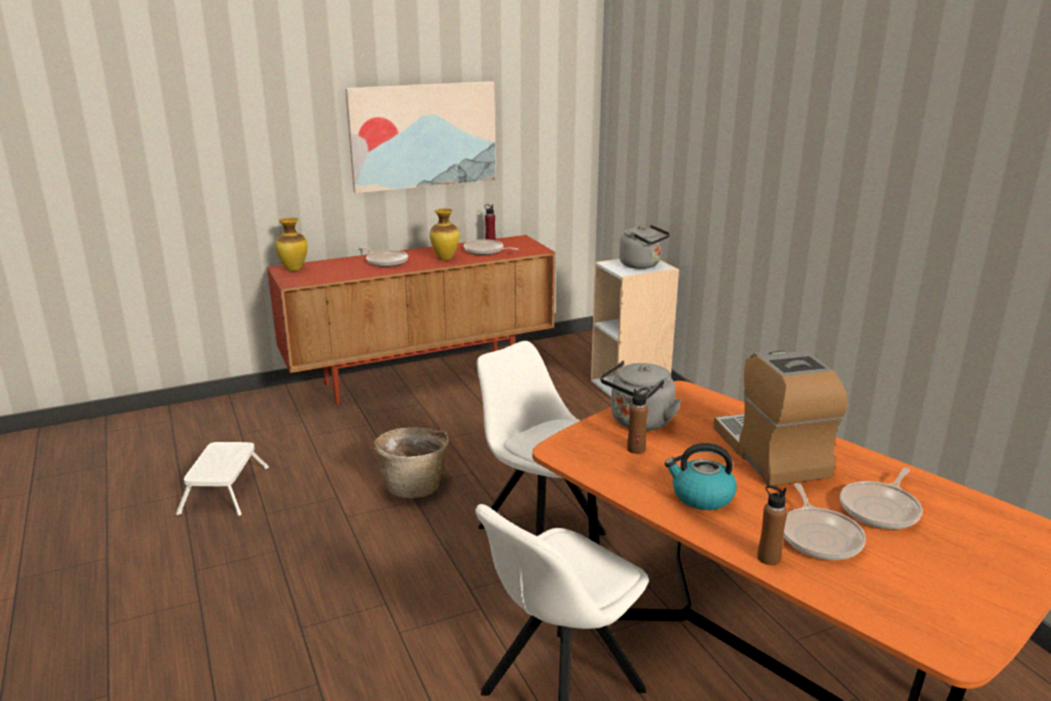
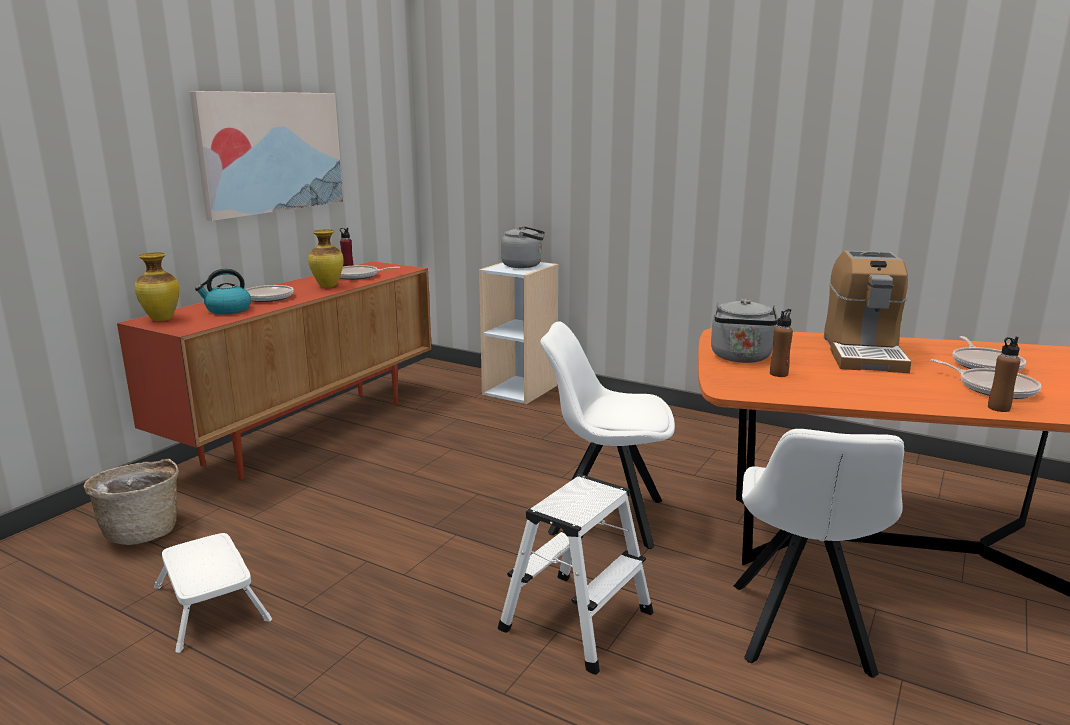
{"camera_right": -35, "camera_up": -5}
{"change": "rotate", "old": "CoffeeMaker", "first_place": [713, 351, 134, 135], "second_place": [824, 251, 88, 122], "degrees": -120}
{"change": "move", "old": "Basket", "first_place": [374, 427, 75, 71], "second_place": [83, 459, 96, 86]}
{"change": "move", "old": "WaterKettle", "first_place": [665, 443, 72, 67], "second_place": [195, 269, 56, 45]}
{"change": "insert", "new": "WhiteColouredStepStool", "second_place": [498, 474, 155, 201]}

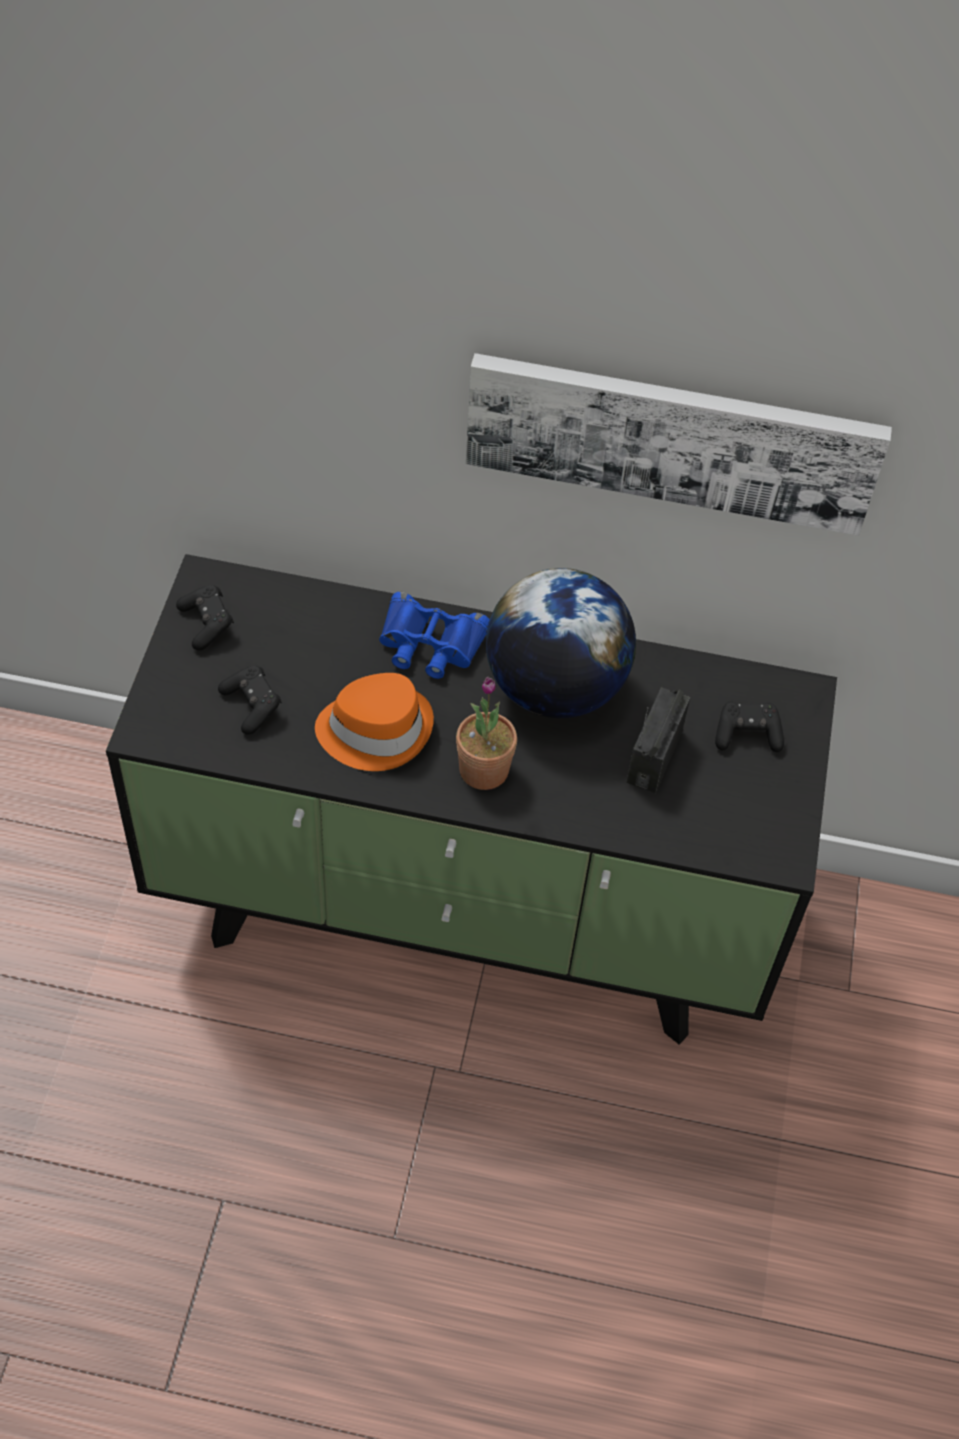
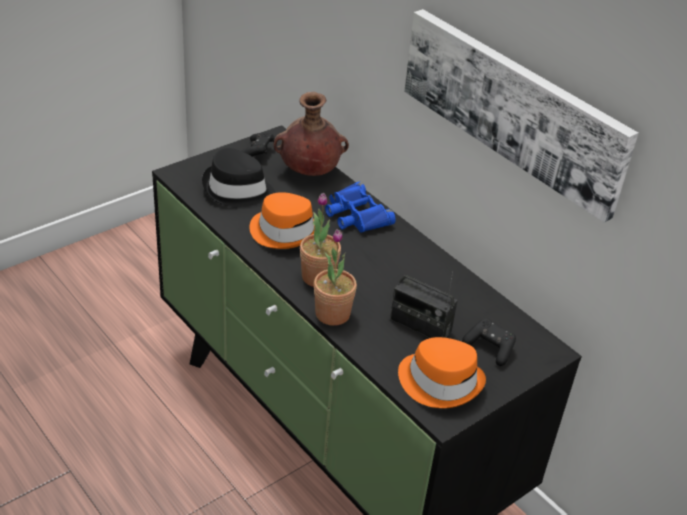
{"camera_right": 40, "camera_up": -15}
{"change": "delete", "old": "DeskGlobe", "first_place": [486, 568, 150, 150]}
{"change": "replace", "old": "BlackColouredGameController", "new": "BlackColouredHat", "first_place": [218, 666, 64, 69], "second_place": [202, 148, 73, 61]}
{"change": "rotate", "old": "Radio", "first_place": [626, 687, 64, 106], "second_place": [390, 272, 68, 66], "degrees": -120}
{"change": "insert", "new": "BrownColouredDecorativeVase", "second_place": [274, 92, 75, 84]}
{"change": "insert", "new": "PlantInAPot", "second_place": [314, 229, 43, 97]}
{"change": "insert", "new": "OrangeyHat", "second_place": [398, 337, 88, 71]}

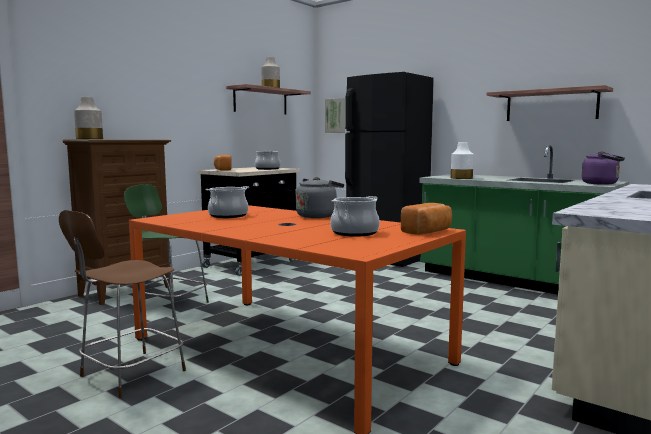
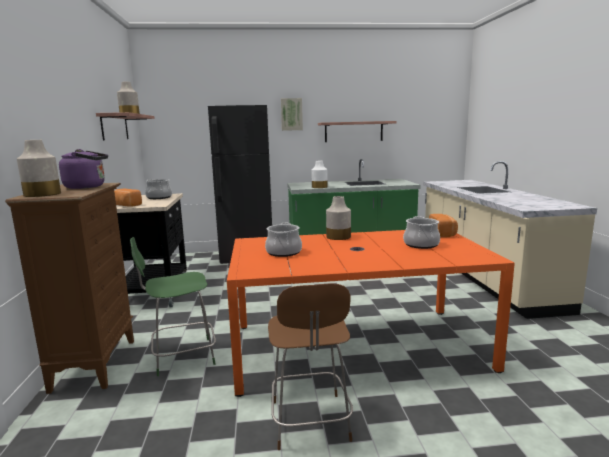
{"camera_right": -45, "camera_up": 5}
{"change": "move", "old": "Picture", "first_place": [325, 98, 20, 35], "second_place": [281, 98, 22, 33]}
{"change": "move", "old": "PurplishWaterKettle", "first_place": [582, 151, 43, 34], "second_place": [59, 149, 49, 40]}
{"change": "replace", "old": "GreyishWaterKettle", "new": "SandColouredDecorativeVase", "first_place": [295, 177, 49, 41], "second_place": [326, 196, 25, 44]}

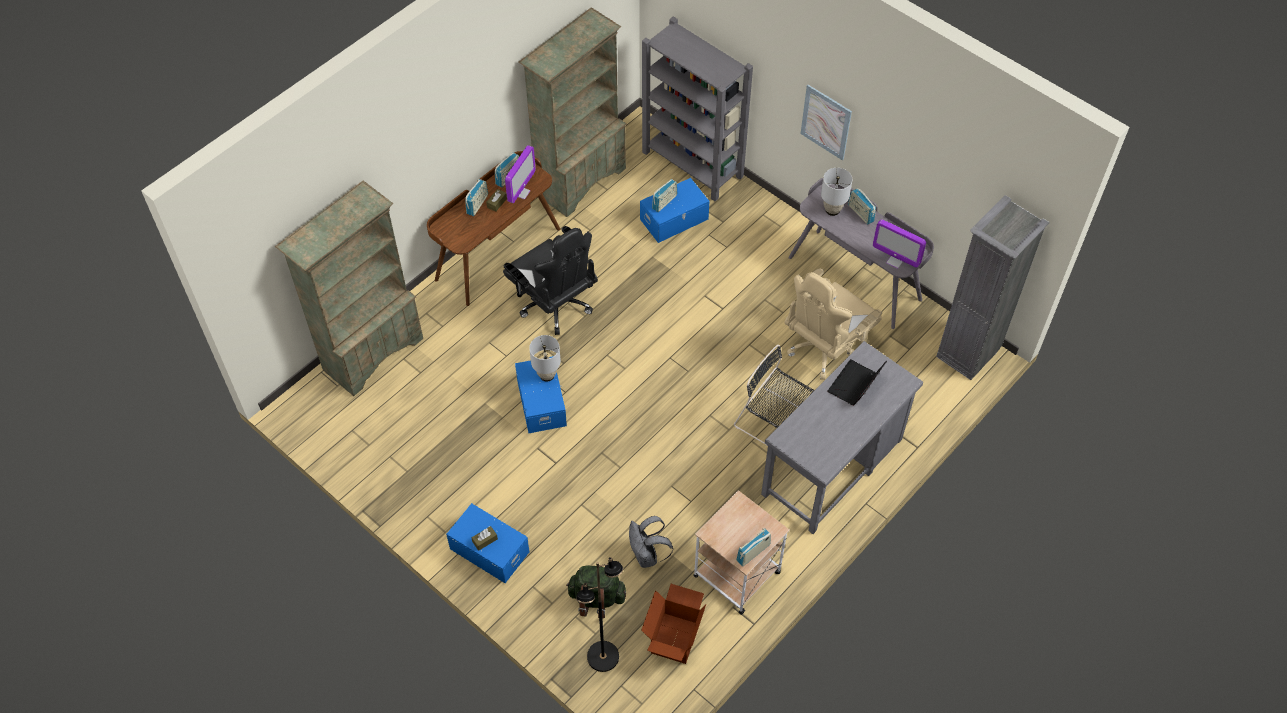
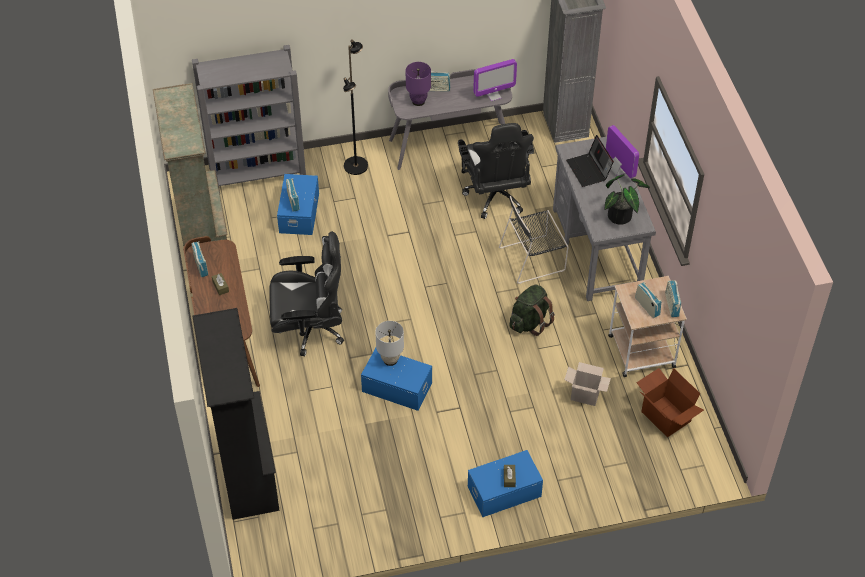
{"camera_right": -55, "camera_up": -5}
{"change": "delete", "old": "Picture", "first_place": [801, 84, 51, 77]}
{"change": "move", "old": "ComputerScreen", "first_place": [505, 145, 31, 58], "second_place": [606, 125, 33, 53]}
{"change": "recolor", "old": "WhiteColouredTabletopLamp", "new": "PurplishTabletopLamp", "first_place": [821, 168, 31, 48], "second_place": [406, 62, 25, 44]}
{"change": "move", "old": "Radio", "first_place": [465, 179, 23, 37], "second_place": [635, 282, 26, 36]}
{"change": "recolor", "old": "GreenColouredShelvingUnit", "new": "BlackColouredShelvingUnit", "first_place": [275, 181, 148, 215], "second_place": [193, 308, 87, 212]}
{"change": "recolor", "old": "SandColouredComputerChair", "new": "BlackColouredComputerChair", "first_place": [785, 268, 97, 112], "second_place": [458, 123, 76, 96]}
{"change": "replace", "old": "GreyishKnapsack", "new": "CardboardBox", "first_place": [629, 516, 44, 52], "second_place": [564, 362, 47, 44]}
{"change": "move", "old": "BlackColouredFloorLamp", "first_place": [576, 557, 47, 115], "second_place": [343, 39, 25, 136]}
{"change": "move", "old": "GreenColouredKnapsack", "first_place": [566, 565, 60, 54], "second_place": [510, 284, 45, 52]}
{"change": "insert", "new": "PlantInAPot", "second_place": [604, 174, 46, 51]}

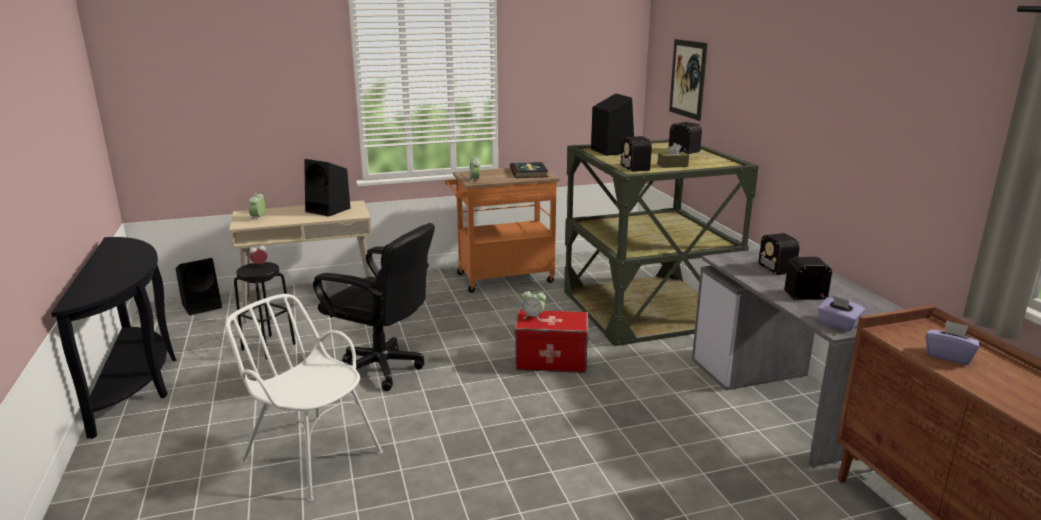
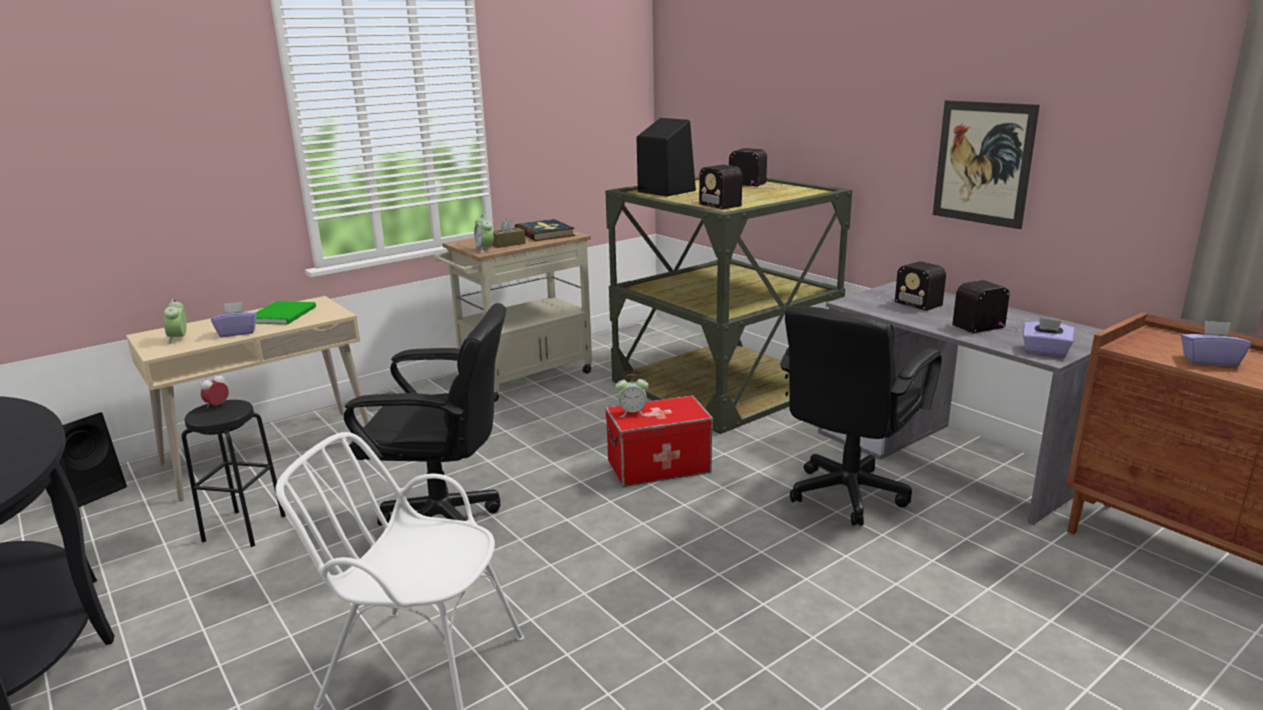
{"camera_right": -20, "camera_up": 0}
{"change": "move", "old": "Picture", "first_place": [669, 39, 38, 82], "second_place": [933, 100, 107, 129]}
{"change": "move", "old": "BrownColouredTissueHolder", "first_place": [657, 143, 32, 25], "second_place": [492, 218, 34, 30]}
{"change": "replace", "old": "BlackColouredSpeaker", "new": "GreenColouredBoundBook", "first_place": [304, 159, 46, 58], "second_place": [256, 301, 60, 23]}
{"change": "recolor", "old": "OrangeyCart", "new": "SandColouredCart", "first_place": [445, 168, 115, 125], "second_place": [434, 231, 158, 171]}
{"change": "insert", "new": "PurplishTissueHolder", "second_place": [211, 302, 46, 35]}
{"change": "insert", "new": "BlackColouredComputerChair", "second_place": [780, 306, 162, 220]}

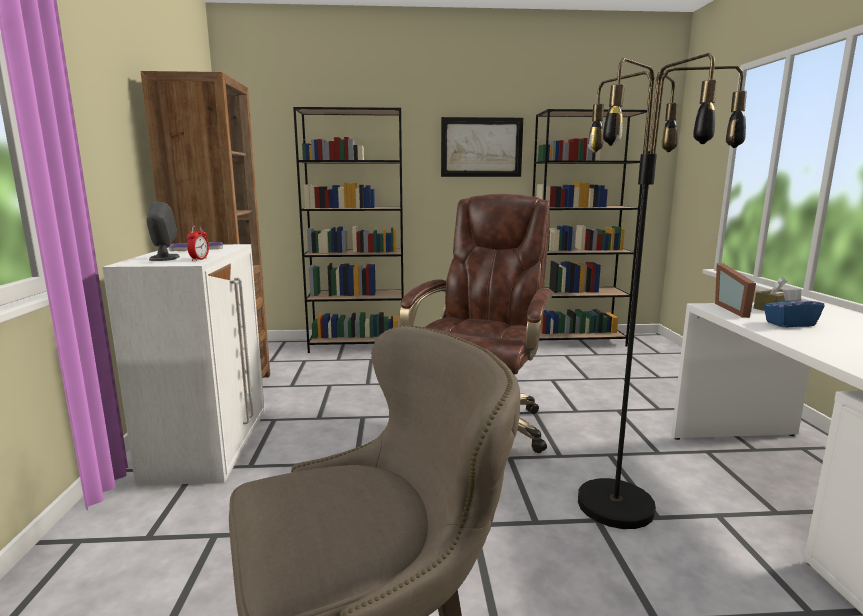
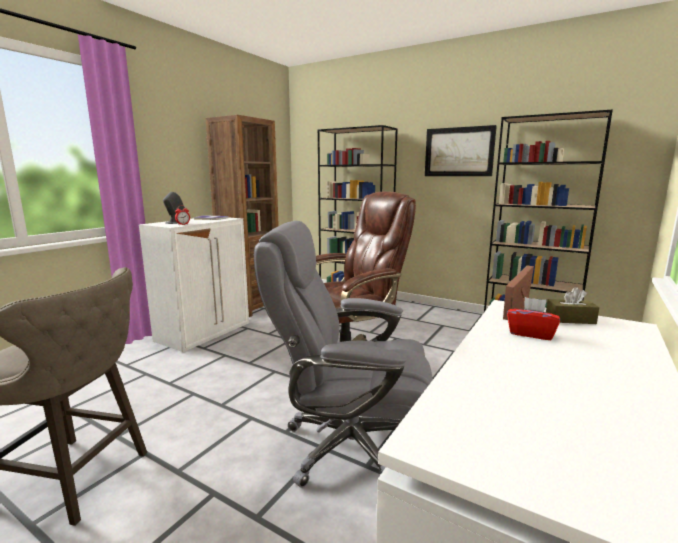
{"camera_right": 35, "camera_up": 0}
{"change": "replace", "old": "FloorLamp", "new": "GreyishComputerChair", "first_place": [578, 53, 169, 476], "second_place": [254, 221, 179, 267]}
{"change": "recolor", "old": "BlueColouredTissueHolder", "new": "RedTissueHolder", "first_place": [763, 289, 62, 38], "second_place": [507, 297, 53, 43]}

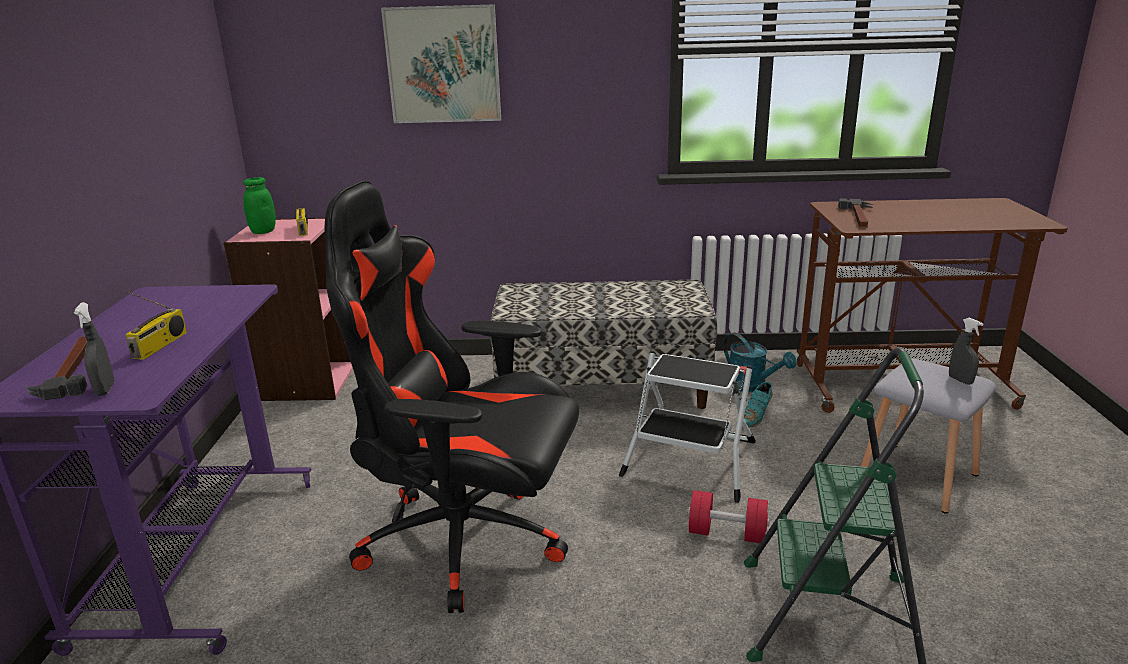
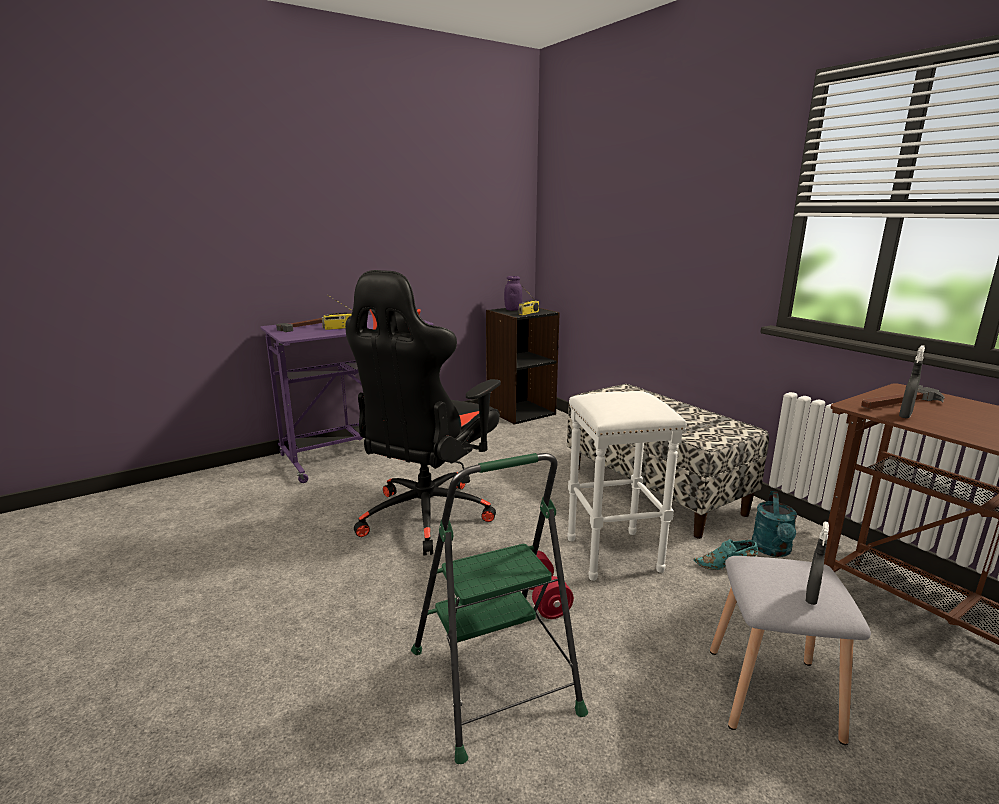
{"camera_right": 55, "camera_up": -5}
{"change": "delete", "old": "Picture", "first_place": [381, 4, 120, 119]}
{"change": "recolor", "old": "GreenColouredStorageJar", "new": "PurplishStorageJar", "first_place": [243, 177, 33, 57], "second_place": [504, 276, 18, 35]}
{"change": "rotate", "old": "BlackColouredComputerChair", "first_place": [324, 180, 255, 433], "second_place": [345, 270, 156, 286], "degrees": -135}
{"change": "recolor", "old": "PinkishShelvingUnit", "new": "BlackColouredShelvingUnit", "first_place": [223, 218, 130, 183], "second_place": [486, 308, 74, 117]}
{"change": "move", "old": "GreyishSprayBottle", "first_place": [74, 302, 41, 94], "second_place": [899, 345, 26, 73]}
{"change": "replace", "old": "StepStool", "new": "WhiteColouredStool", "first_place": [619, 351, 137, 152], "second_place": [567, 391, 120, 190]}

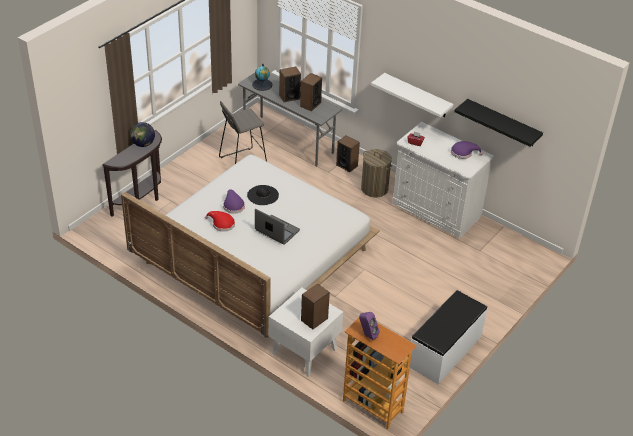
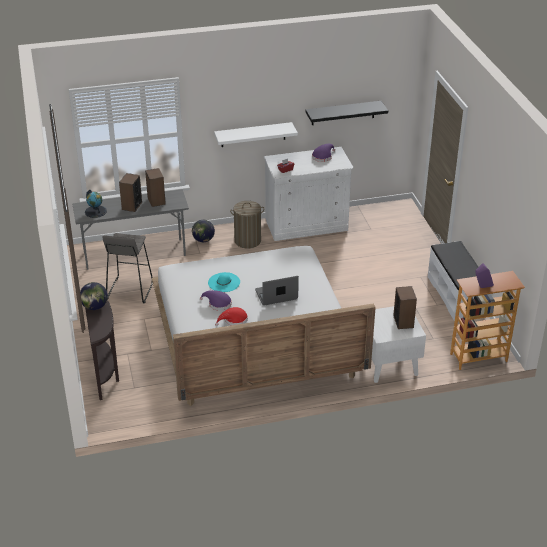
{"camera_right": -50, "camera_up": -5}
{"change": "replace", "old": "Speaker", "new": "DeskGlobe", "first_place": [336, 135, 24, 37], "second_place": [192, 220, 23, 22]}
{"change": "recolor", "old": "BlackColouredHat", "new": "TurquoiseHat", "first_place": [247, 185, 32, 20], "second_place": [208, 272, 32, 20]}

